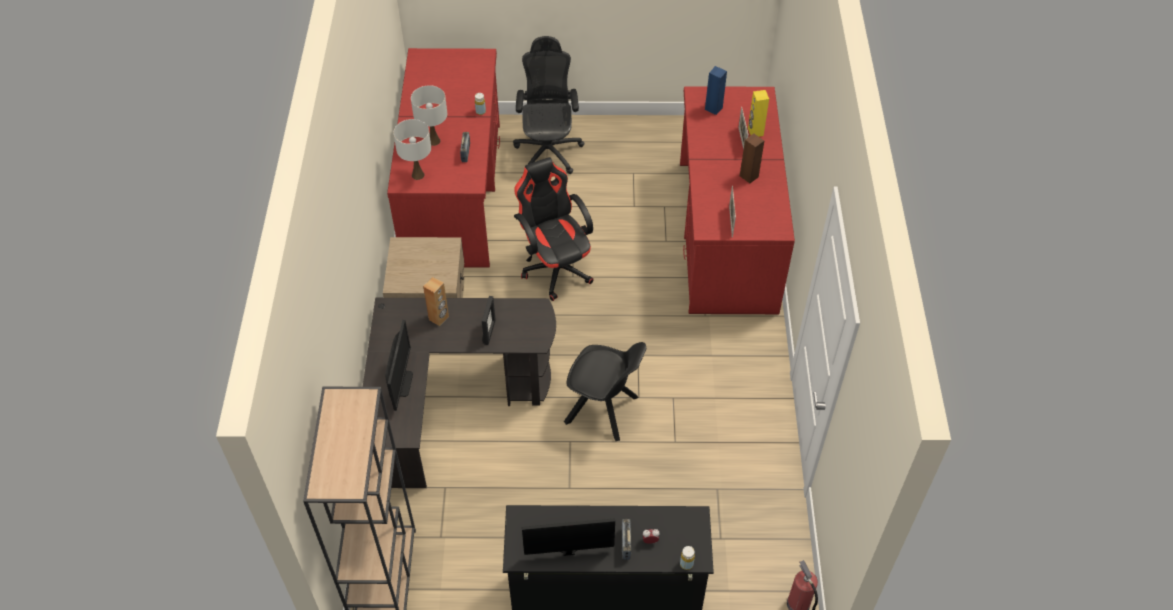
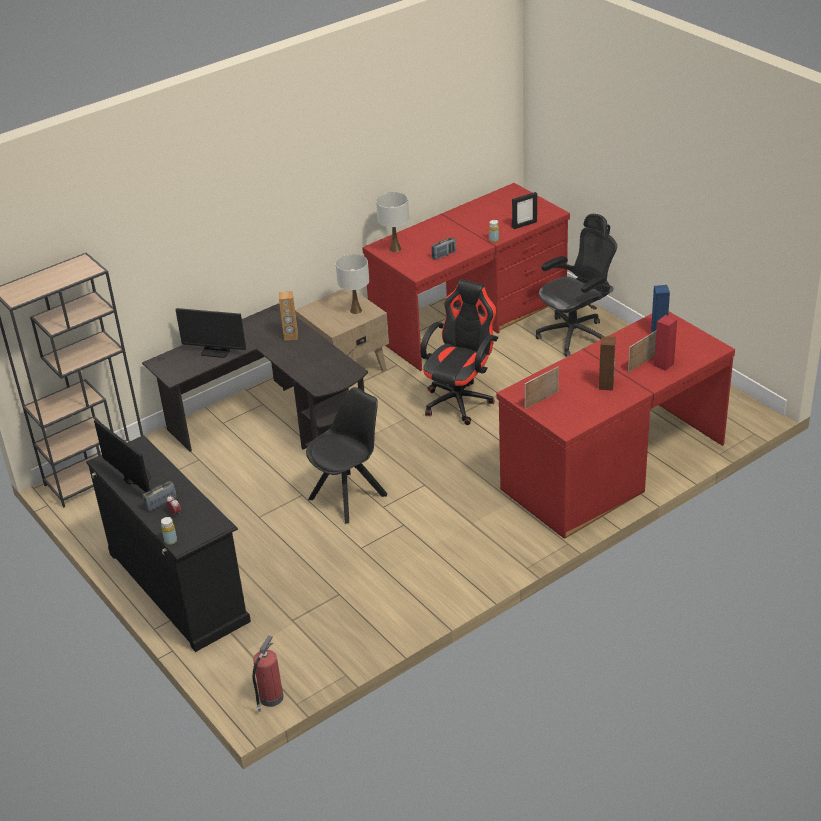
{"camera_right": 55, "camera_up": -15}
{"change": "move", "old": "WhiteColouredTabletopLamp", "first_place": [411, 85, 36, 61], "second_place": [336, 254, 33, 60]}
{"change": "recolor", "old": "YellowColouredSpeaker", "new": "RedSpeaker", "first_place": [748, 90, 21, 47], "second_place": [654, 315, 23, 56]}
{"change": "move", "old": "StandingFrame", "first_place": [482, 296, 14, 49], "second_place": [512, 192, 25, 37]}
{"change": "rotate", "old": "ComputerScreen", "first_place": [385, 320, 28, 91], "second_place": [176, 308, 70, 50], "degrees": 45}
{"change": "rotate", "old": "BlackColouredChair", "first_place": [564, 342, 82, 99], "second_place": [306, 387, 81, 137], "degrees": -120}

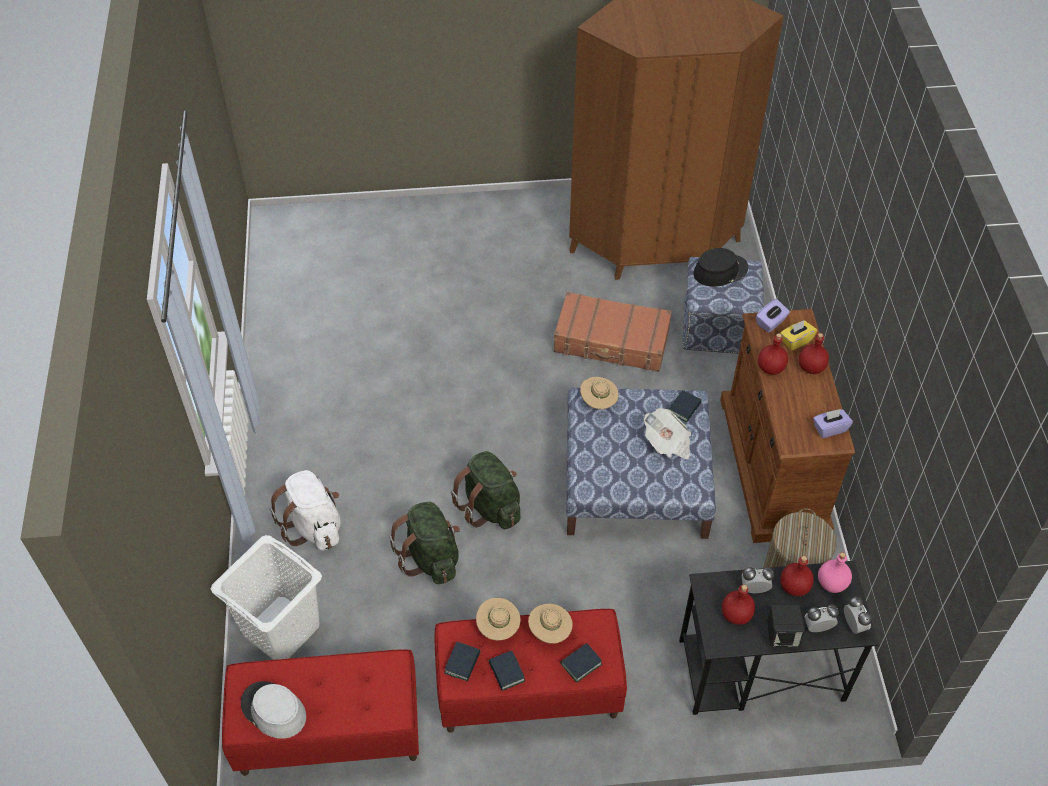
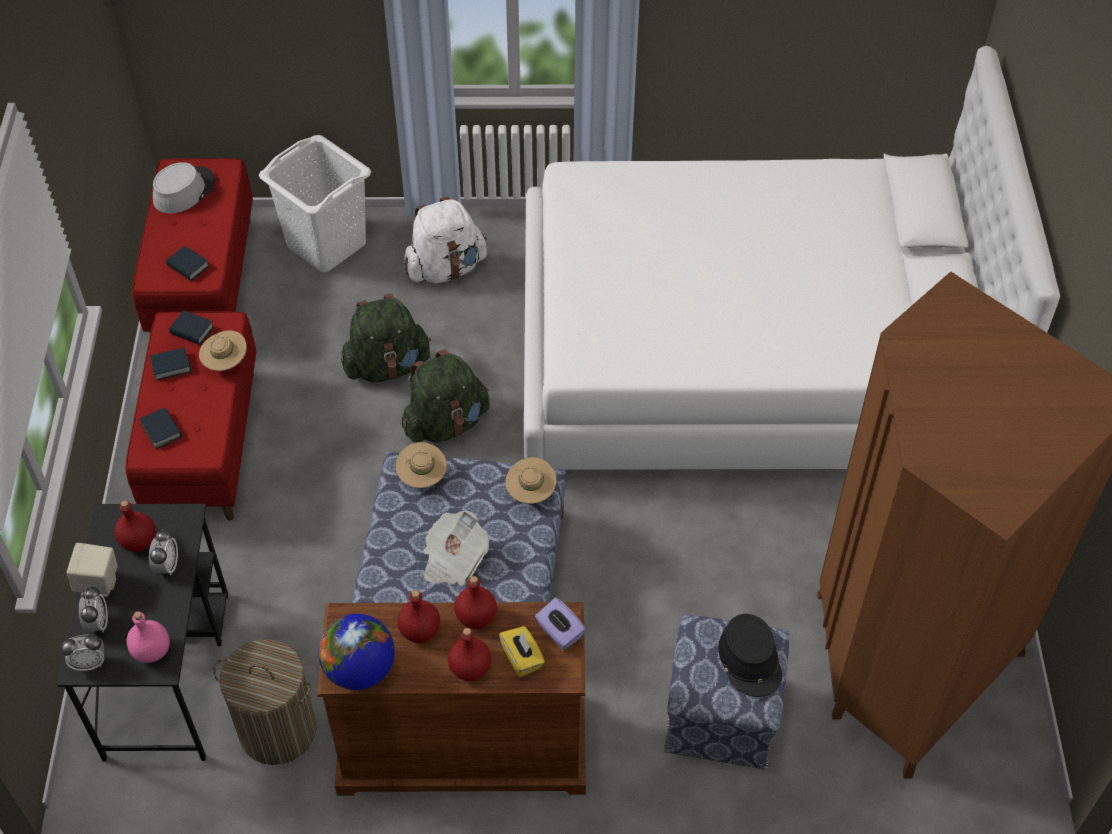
{"camera_right": 95, "camera_up": 0}
{"change": "delete", "old": "BrownColouredPieceOfLuggage", "first_place": [554, 292, 118, 80]}
{"change": "move", "old": "BoundBook", "first_place": [669, 390, 33, 33], "second_place": [166, 246, 43, 35]}
{"change": "replace", "old": "PurplishTissueHolder", "new": "DeskGlobe", "first_place": [813, 409, 40, 29], "second_place": [318, 614, 77, 76]}
{"change": "move", "old": "RedBottle", "first_place": [780, 556, 34, 40], "second_place": [398, 590, 42, 53]}
{"change": "move", "old": "SandColouredHat", "first_place": [528, 604, 45, 40], "second_place": [396, 442, 51, 46]}
{"change": "recolor", "old": "BlackColouredSpeaker", "new": "SandColouredSpeaker", "first_place": [767, 605, 38, 42], "second_place": [67, 543, 51, 54]}
{"change": "insert", "new": "WhiteColouredSleepingBed", "second_place": [524, 46, 536, 424]}

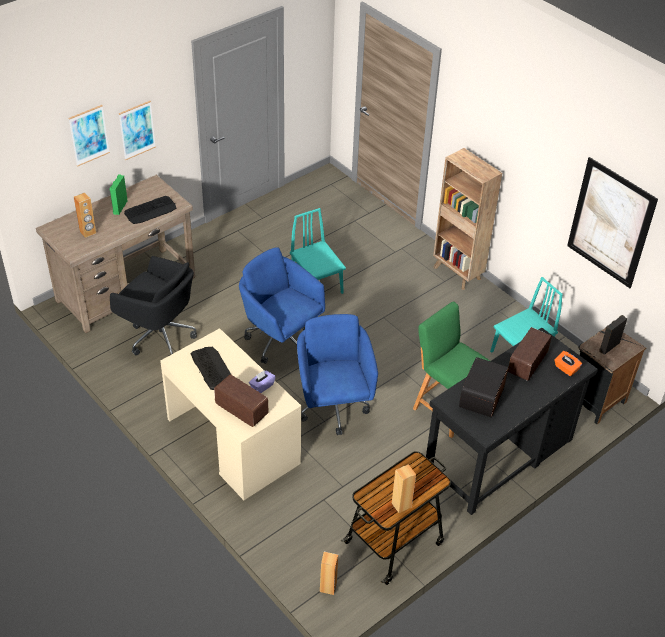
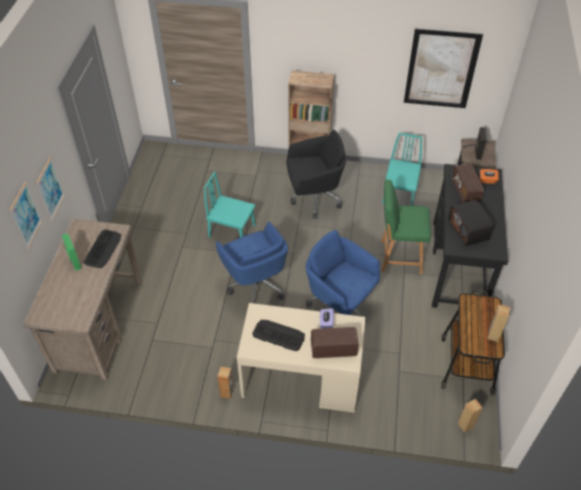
{"camera_right": -40, "camera_up": 5}
{"change": "move", "old": "BrownColouredSpeaker", "first_place": [74, 192, 22, 46], "second_place": [217, 367, 17, 32]}
{"change": "rotate", "old": "BlueColouredComputerChair", "first_place": [239, 247, 86, 117], "second_place": [216, 222, 72, 81], "degrees": -120}
{"change": "move", "old": "BlackColouredComputerChair", "first_place": [110, 256, 87, 100], "second_place": [286, 130, 60, 89]}

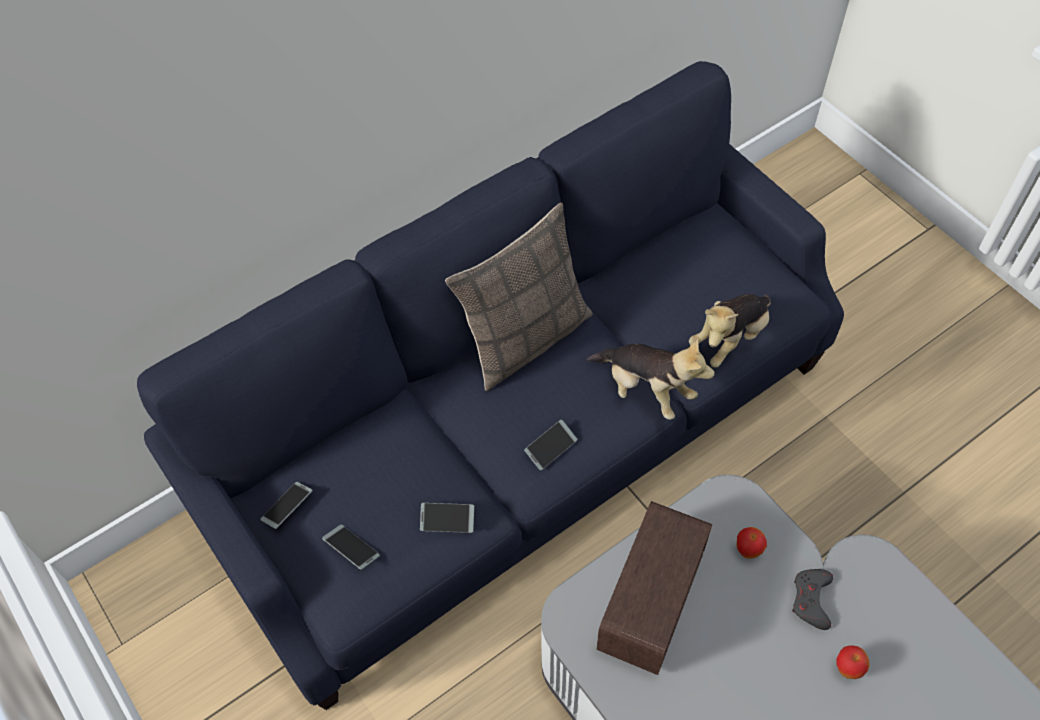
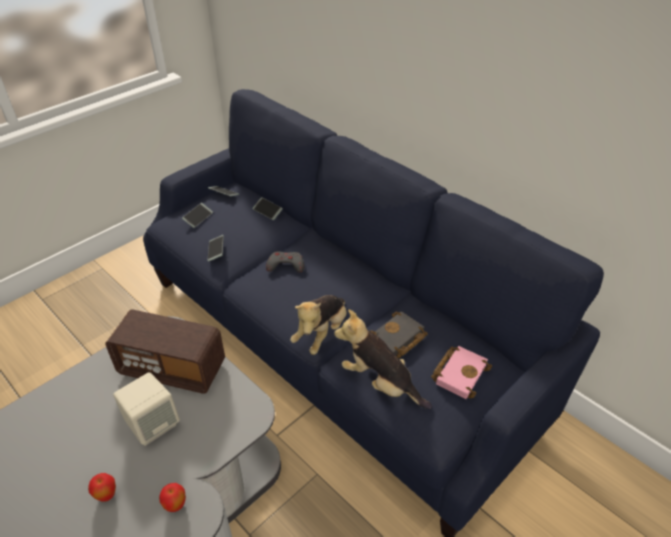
{"camera_right": 80, "camera_up": -15}
{"change": "delete", "old": "ThrowPillow", "first_place": [445, 203, 148, 188]}
{"change": "move", "old": "Phone", "first_place": [524, 420, 53, 50], "second_place": [252, 197, 31, 23]}
{"change": "move", "old": "WholeApple", "first_place": [736, 527, 31, 32], "second_place": [159, 483, 27, 29]}
{"change": "move", "old": "GreyishGameController", "first_place": [792, 569, 41, 61], "second_place": [266, 251, 38, 21]}
{"change": "insert", "new": "BlackColouredBoundBook", "second_place": [371, 311, 57, 47]}
{"change": "insert", "new": "PinkishBoundBook", "second_place": [431, 346, 61, 53]}
{"change": "insert", "new": "SandColouredSpeaker", "second_place": [113, 372, 67, 74]}

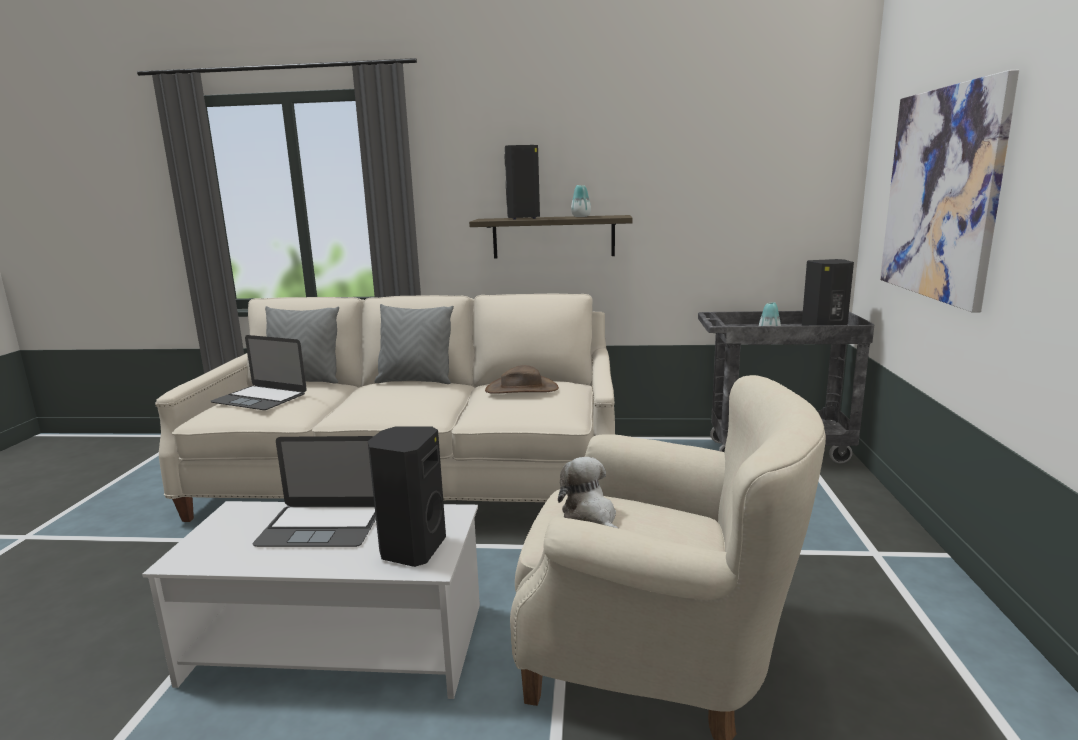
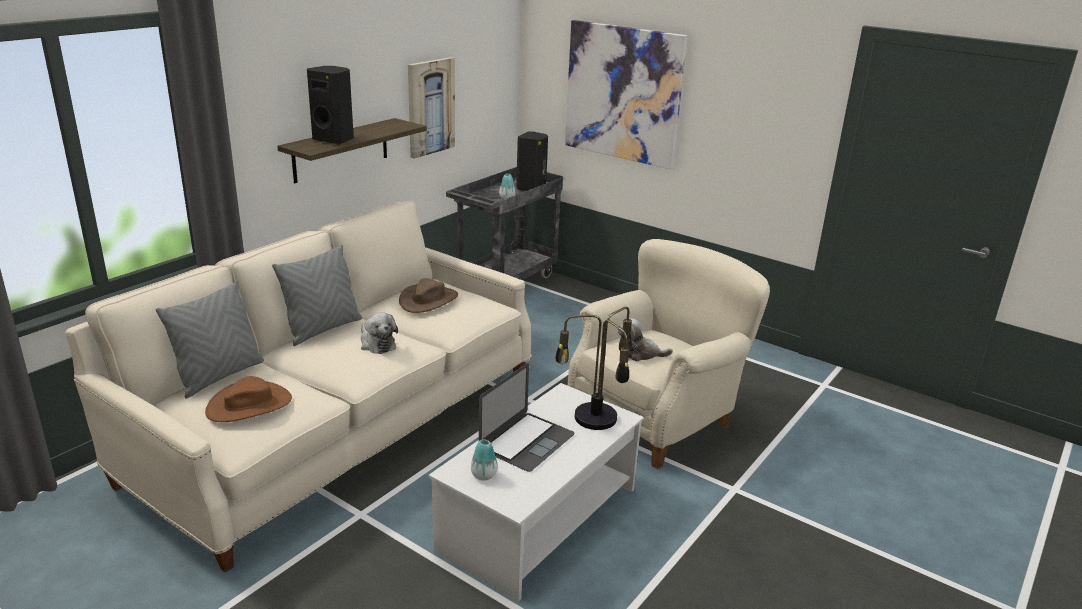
{"camera_right": -60, "camera_up": 10}
{"change": "move", "old": "DecorativeVase", "first_place": [571, 185, 20, 32], "second_place": [471, 439, 27, 41]}
{"change": "replace", "old": "NotebookComputer", "new": "BrownColouredHat", "first_place": [210, 335, 97, 75], "second_place": [205, 376, 87, 46]}
{"change": "replace", "old": "BlackColouredSpeaker", "new": "TabletopLamp", "first_place": [368, 426, 78, 141], "second_place": [556, 307, 76, 123]}
{"change": "insert", "new": "Picture", "second_place": [408, 57, 47, 102]}
{"change": "insert", "new": "SoftToy", "second_place": [361, 313, 37, 41]}

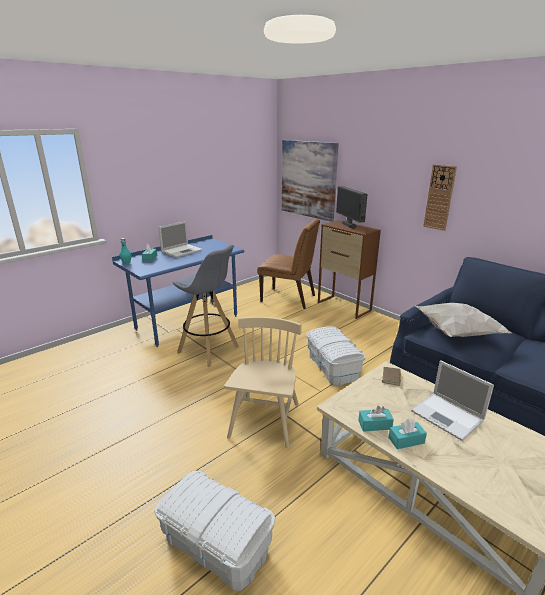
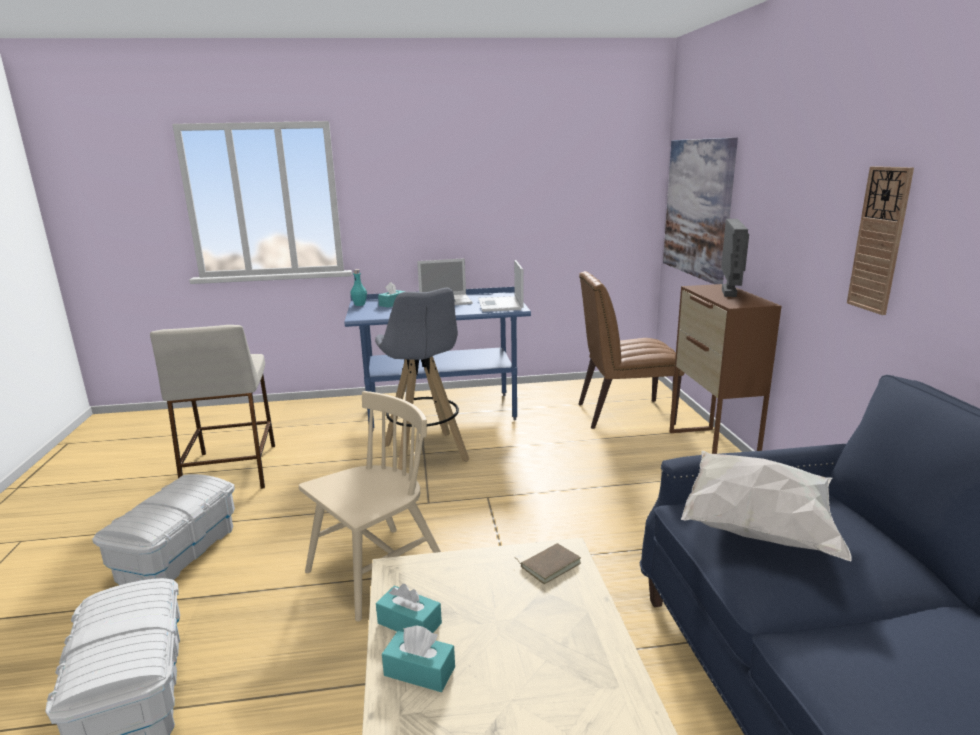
{"camera_right": 35, "camera_up": -5}
{"change": "rotate", "old": "BrownColouredChair", "first_place": [257, 219, 63, 90], "second_place": [579, 271, 106, 158], "degrees": 120}
{"change": "move", "old": "WhiteColouredStorageBin", "first_place": [306, 326, 59, 59], "second_place": [92, 474, 143, 111]}
{"change": "move", "old": "NotebookComputer", "first_place": [411, 360, 83, 81], "second_place": [478, 260, 46, 52]}
{"change": "insert", "new": "SandColouredStool", "second_place": [150, 325, 125, 164]}

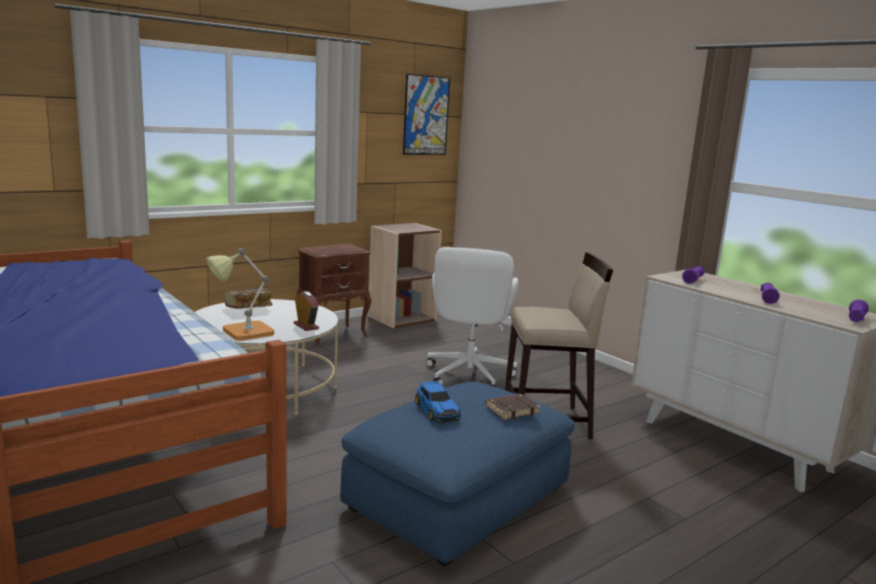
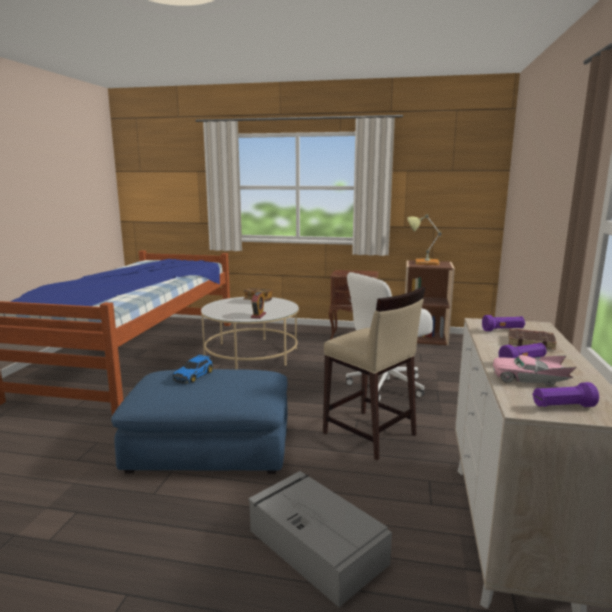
{"camera_right": 50, "camera_up": 0}
{"change": "delete", "old": "Picture", "first_place": [403, 74, 47, 81]}
{"change": "move", "old": "TabletopLamp", "first_place": [206, 248, 68, 93], "second_place": [407, 214, 35, 51]}
{"change": "move", "old": "BrownColouredBoundBook", "first_place": [486, 394, 55, 26], "second_place": [509, 329, 48, 21]}
{"change": "insert", "new": "PinkishModelCar", "second_place": [493, 355, 83, 31]}
{"change": "insert", "new": "GreyishStorageBin", "second_place": [248, 471, 144, 136]}

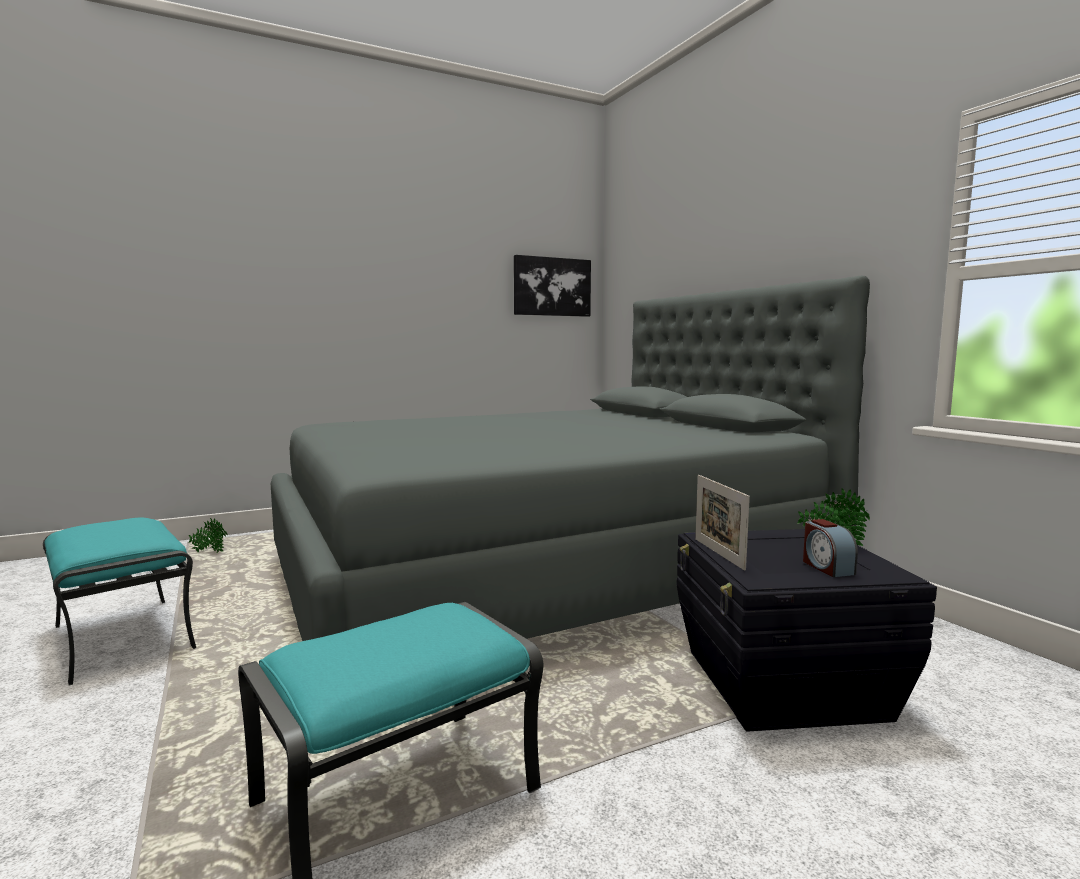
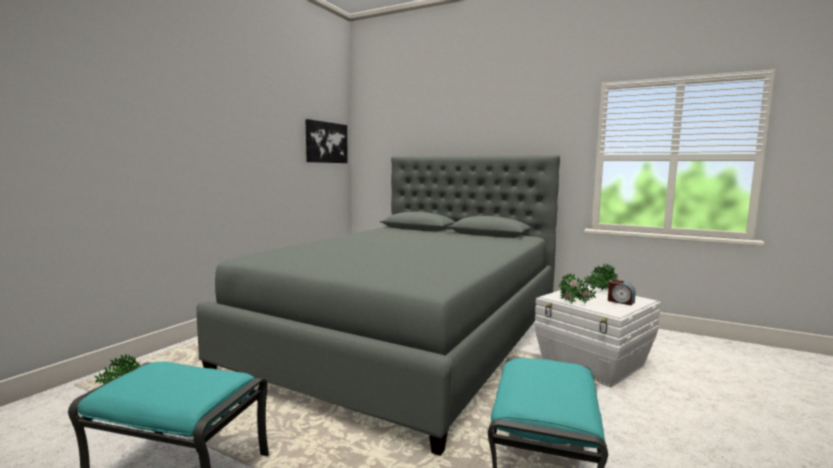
{"camera_right": -35, "camera_up": 0}
{"change": "replace", "old": "StandingFrame", "new": "PlantInAPot", "first_place": [695, 475, 55, 96], "second_place": [559, 273, 37, 31]}
{"change": "recolor", "old": "BlackColouredStorageBin", "new": "WhiteColouredStorageBin", "first_place": [677, 529, 260, 203], "second_place": [535, 285, 126, 102]}

